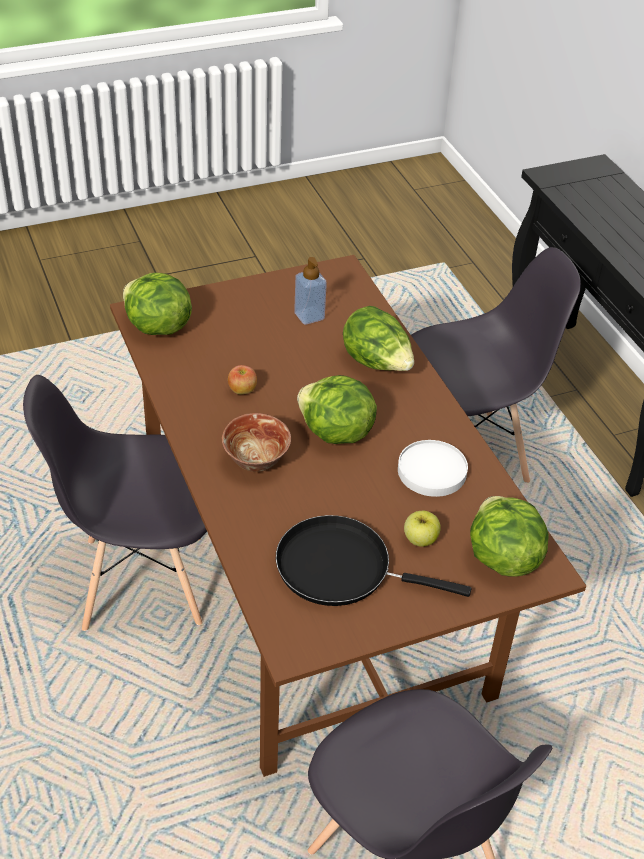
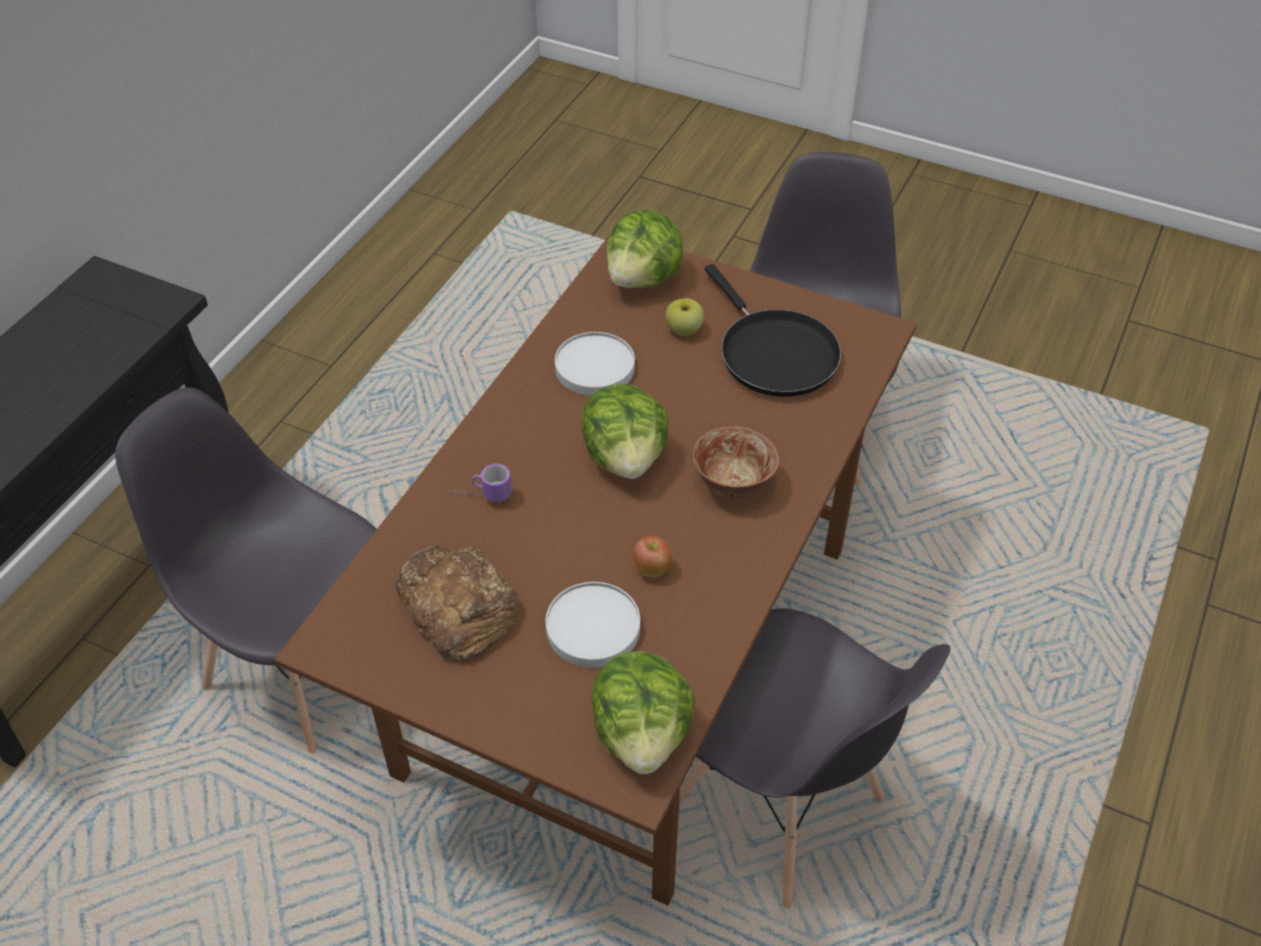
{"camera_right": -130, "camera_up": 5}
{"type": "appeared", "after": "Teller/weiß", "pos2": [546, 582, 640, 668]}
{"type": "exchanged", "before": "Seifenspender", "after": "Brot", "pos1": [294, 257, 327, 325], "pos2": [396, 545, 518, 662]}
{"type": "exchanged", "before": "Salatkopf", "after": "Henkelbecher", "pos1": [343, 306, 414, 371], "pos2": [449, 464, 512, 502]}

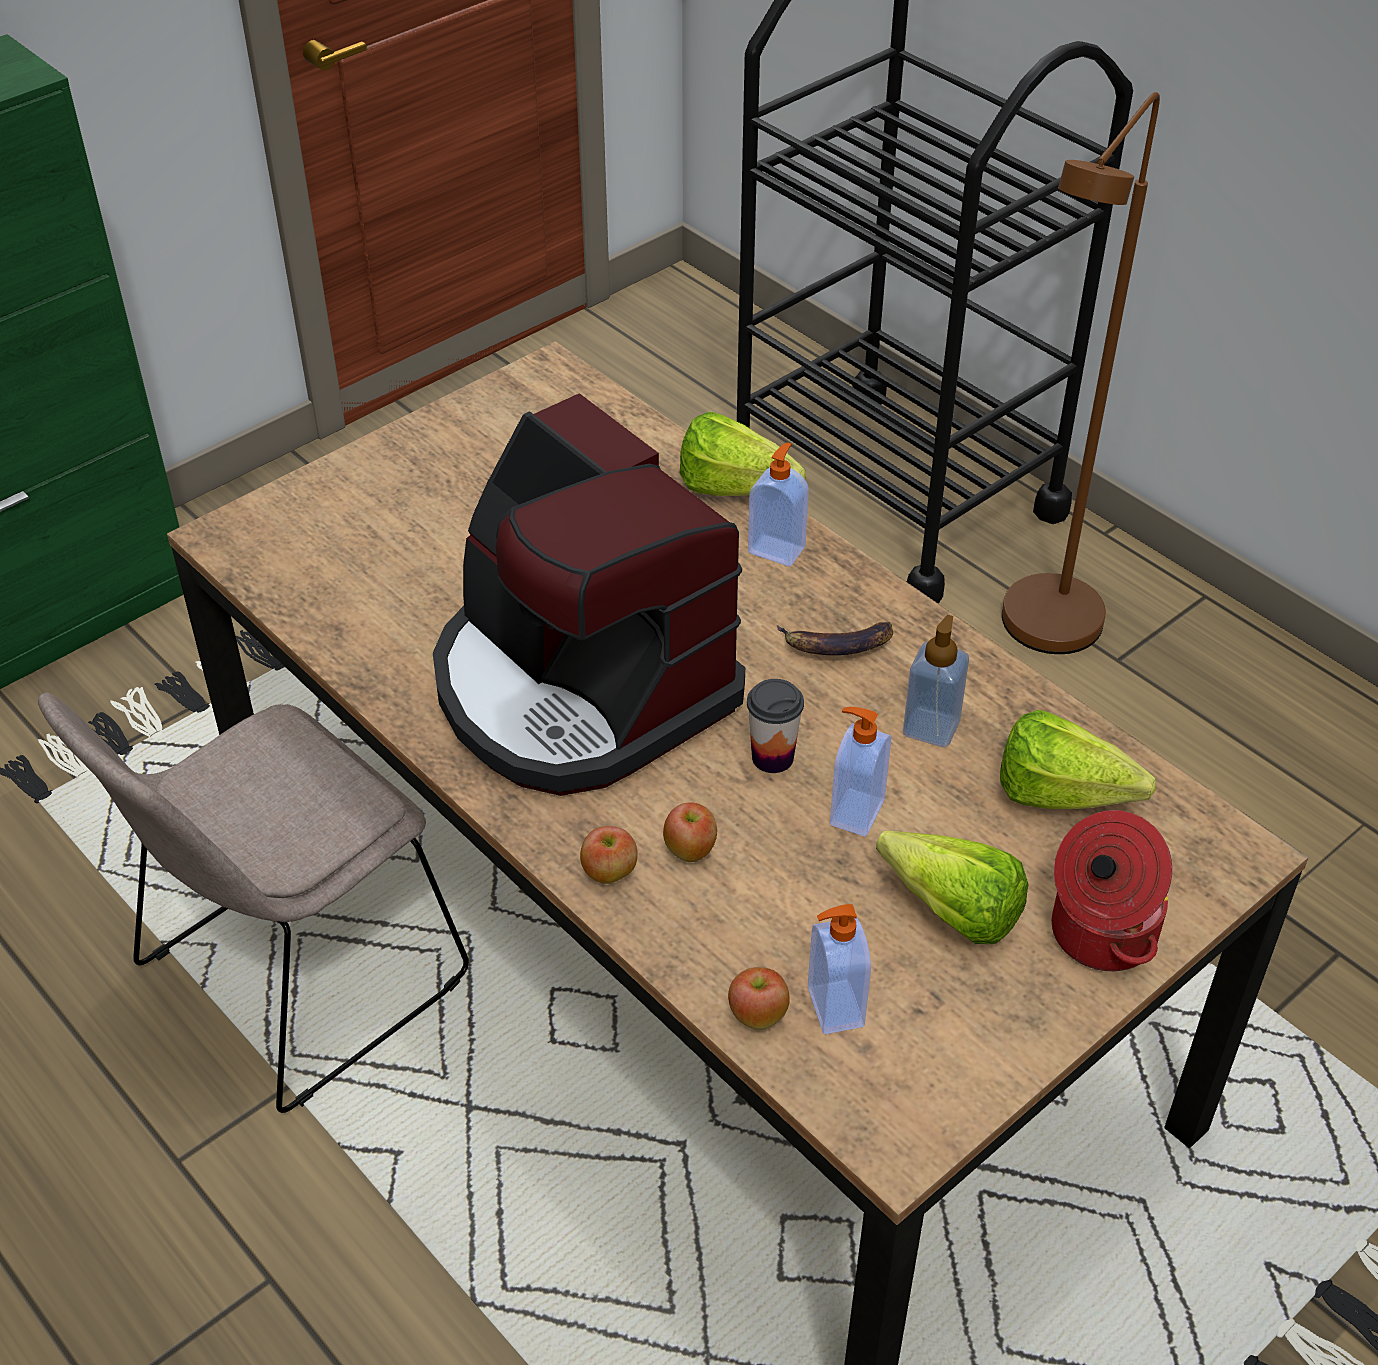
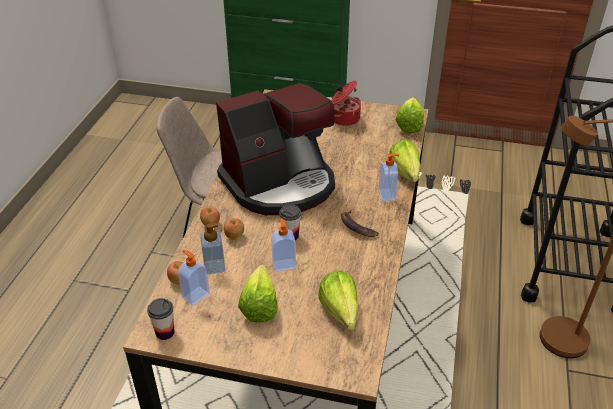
{"camera_right": 55, "camera_up": -5}
{"type": "appeared", "after": "Tasse", "pos2": [147, 298, 175, 340]}
{"type": "appeared", "after": "Salatkopf", "pos2": [396, 97, 424, 133]}
{"type": "relocated", "before": "Seifenspender", "pos1": [903, 615, 969, 747], "pos2": [200, 223, 225, 274]}
{"type": "relocated", "before": "Kochtopf", "pos1": [1052, 810, 1172, 971], "pos2": [331, 81, 361, 126]}
{"type": "spun", "before": "Kaffeemaschine", "pos1": [433, 393, 745, 796], "pos2": [216, 83, 335, 215], "turn": -135}

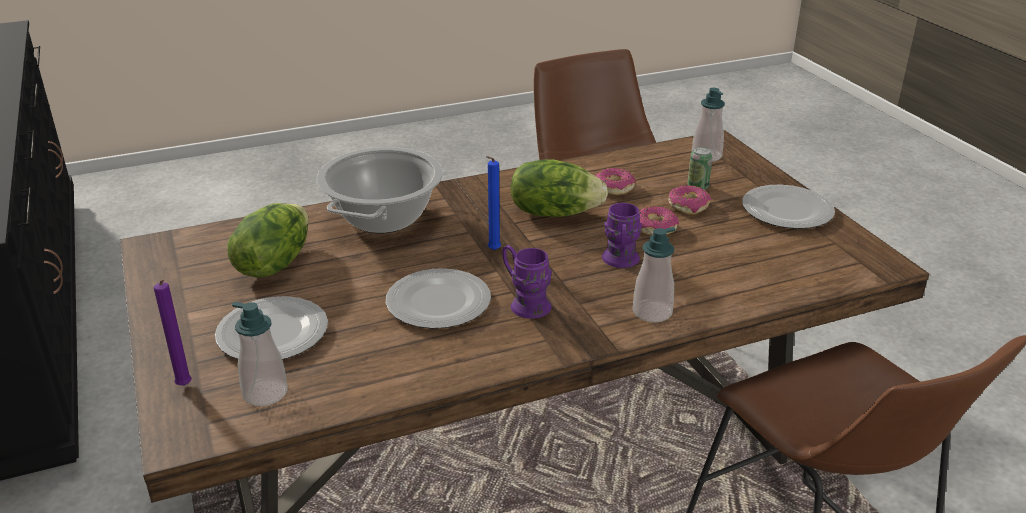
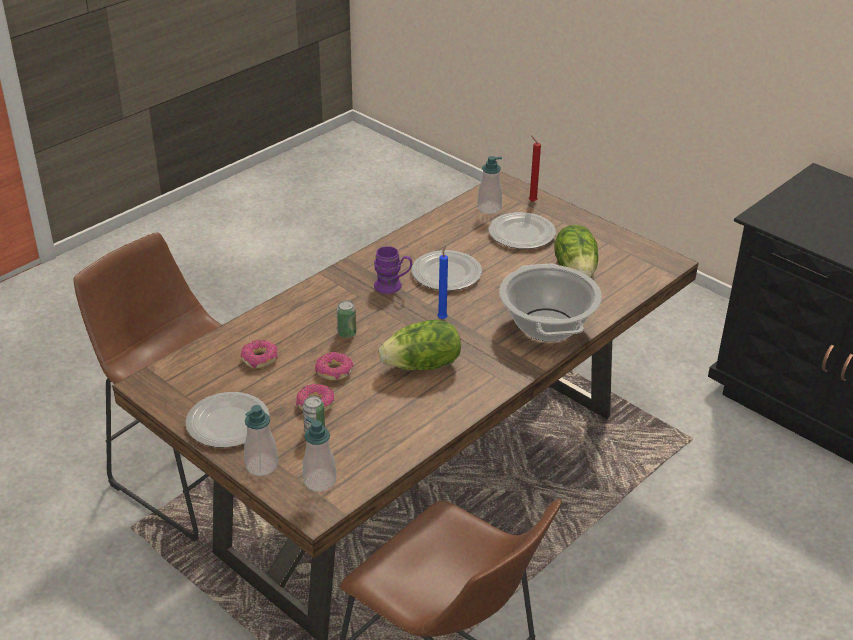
{"camera_right": 155, "camera_up": 5}
{"type": "relocated", "before": "Donut", "pos1": [596, 168, 636, 195], "pos2": [241, 340, 278, 369]}
{"type": "relocated", "before": "Seifenspender", "pos1": [633, 227, 676, 323], "pos2": [244, 405, 278, 476]}
{"type": "exchanged", "before": "Henkelbecher/lila", "after": "Dose", "pos1": [602, 203, 642, 268], "pos2": [337, 300, 356, 338]}
{"type": "colour", "before": "Kerze/lila", "after": "Kerze/rot", "pos1": [154, 280, 192, 386], "pos2": [529, 135, 541, 202]}

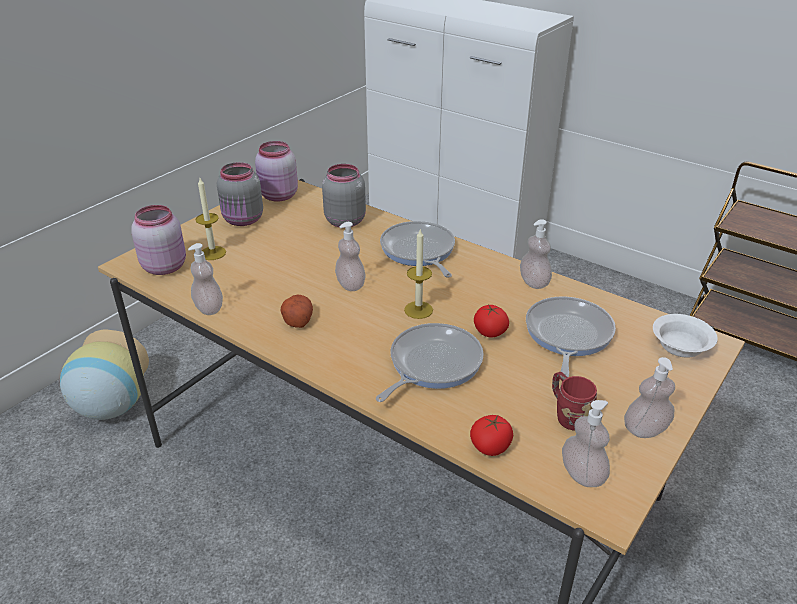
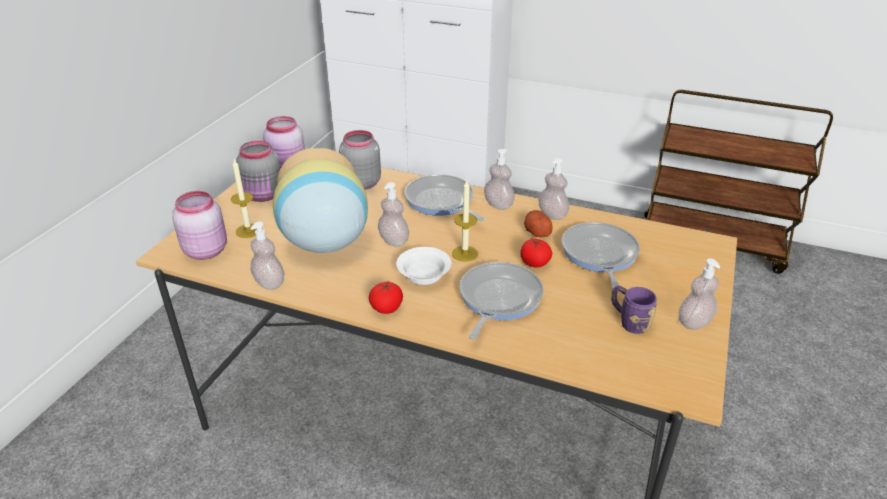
{"camera_right": -15, "camera_up": 0}
{"type": "relocated", "before": "Vase", "pos1": [60, 329, 149, 420], "pos2": [273, 148, 368, 253]}
{"type": "relocated", "before": "Kartoffel", "pos1": [281, 295, 313, 328], "pos2": [524, 210, 553, 238]}
{"type": "relocated", "before": "Tomate", "pos1": [470, 415, 513, 456], "pos2": [369, 281, 403, 314]}
{"type": "relocated", "before": "Seifenspender", "pos1": [562, 400, 610, 487], "pos2": [484, 149, 515, 210]}
{"type": "relocated", "before": "Schüssel/weiß", "pos1": [653, 314, 718, 358], "pos2": [396, 247, 451, 285]}
{"type": "colour", "before": "Henkelbecher/rot", "after": "Henkelbecher/lila", "pos1": [552, 372, 597, 430], "pos2": [611, 286, 657, 334]}

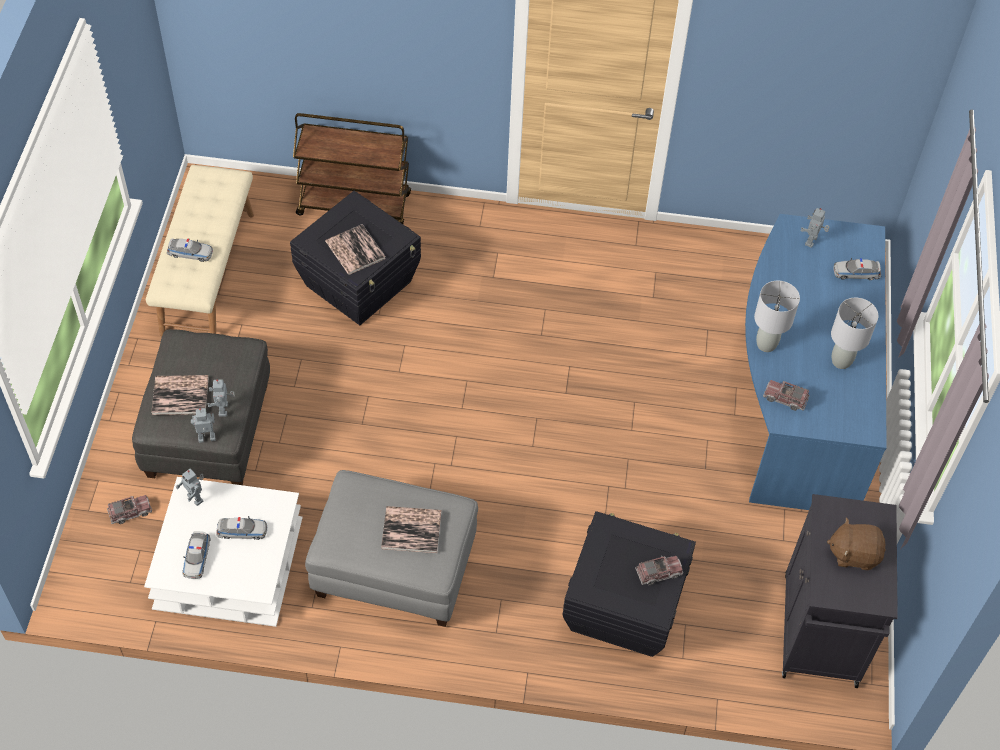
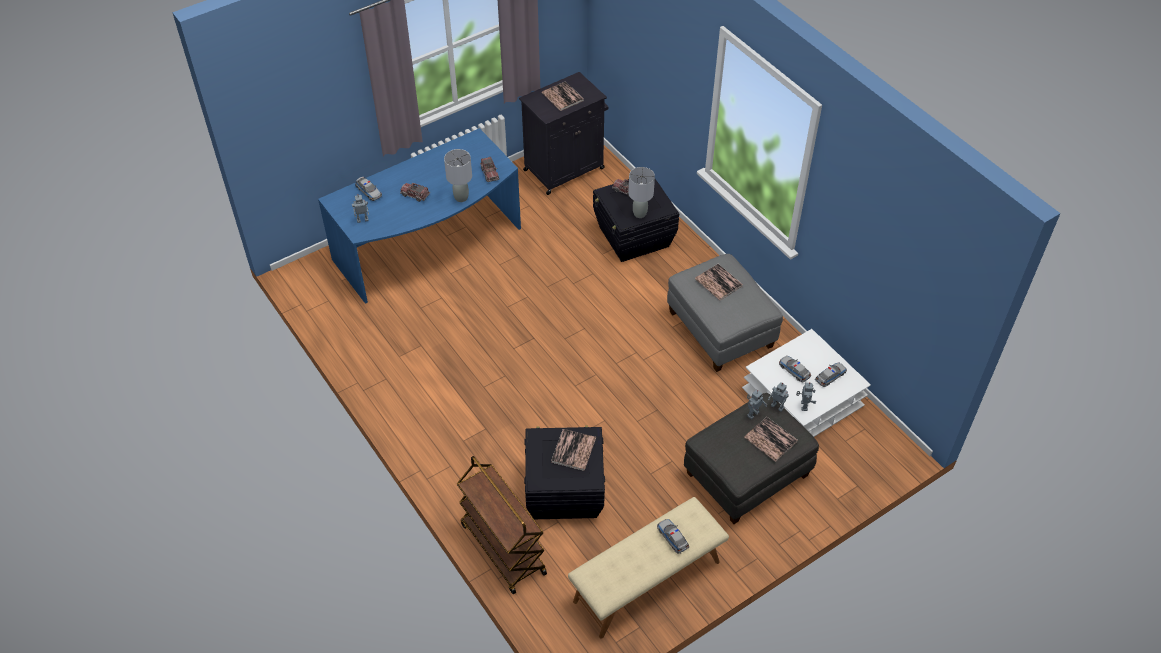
{"camera_right": -130, "camera_up": -5}
{"type": "relocated", "before": "Spielzeuglaster", "pos1": [107, 495, 152, 524], "pos2": [400, 182, 430, 202]}
{"type": "relocated", "before": "Tischlampe/grau", "pos1": [831, 298, 878, 369], "pos2": [628, 167, 655, 218]}
{"type": "exchanged", "before": "Plüschtier/braun", "after": "Buch", "pos1": [827, 517, 886, 570], "pos2": [542, 81, 584, 111]}

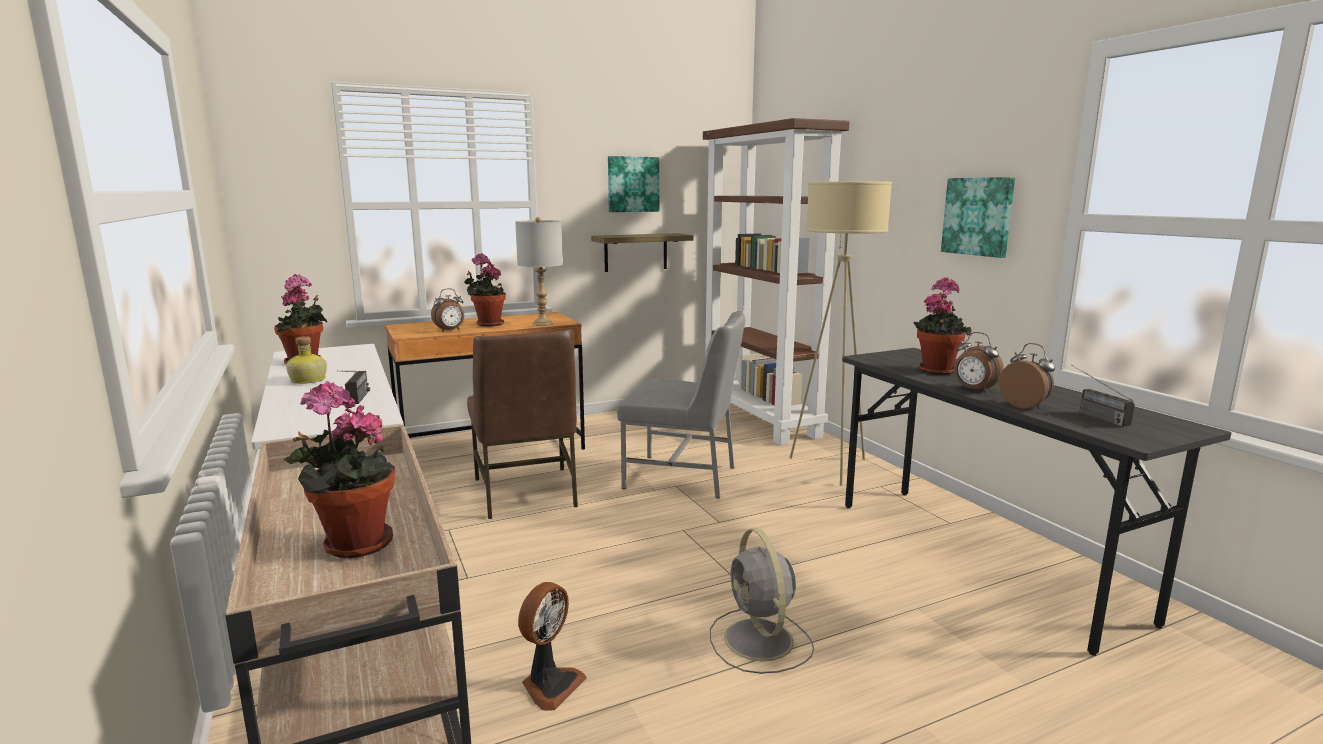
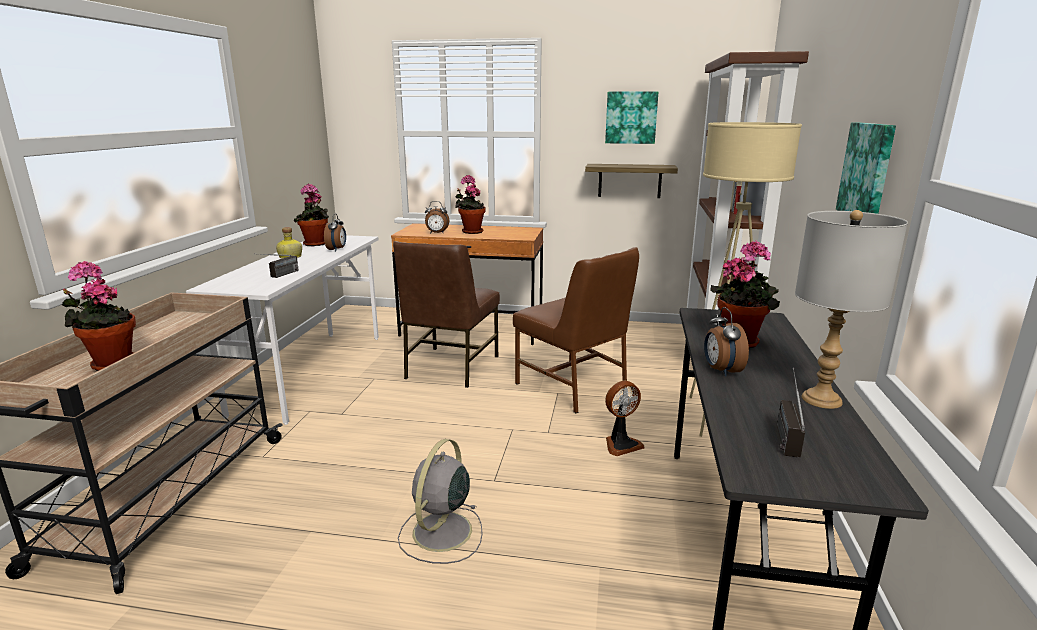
{"camera_right": 35, "camera_up": 5}
{"type": "relocated", "before": "Tischlampe/grau", "pos1": [515, 217, 563, 326], "pos2": [795, 210, 908, 409]}
{"type": "relocated", "before": "Ventilator", "pos1": [518, 582, 587, 711], "pos2": [605, 381, 644, 456]}
{"type": "relocated", "before": "Wecker", "pos1": [999, 343, 1055, 409], "pos2": [324, 214, 346, 251]}
{"type": "colour", "before": "Stuhl/grau", "after": "Stuhl/braun", "pos1": [617, 311, 745, 498], "pos2": [513, 247, 639, 413]}

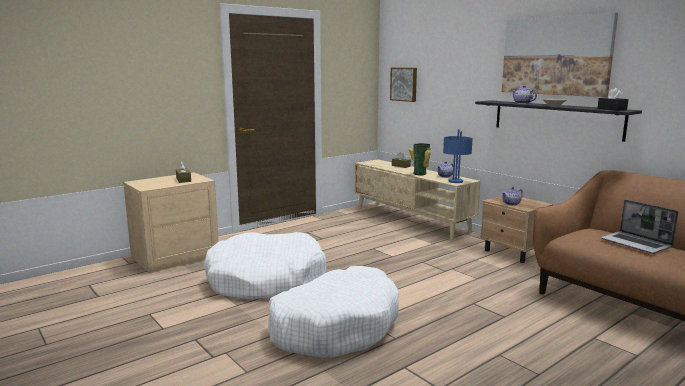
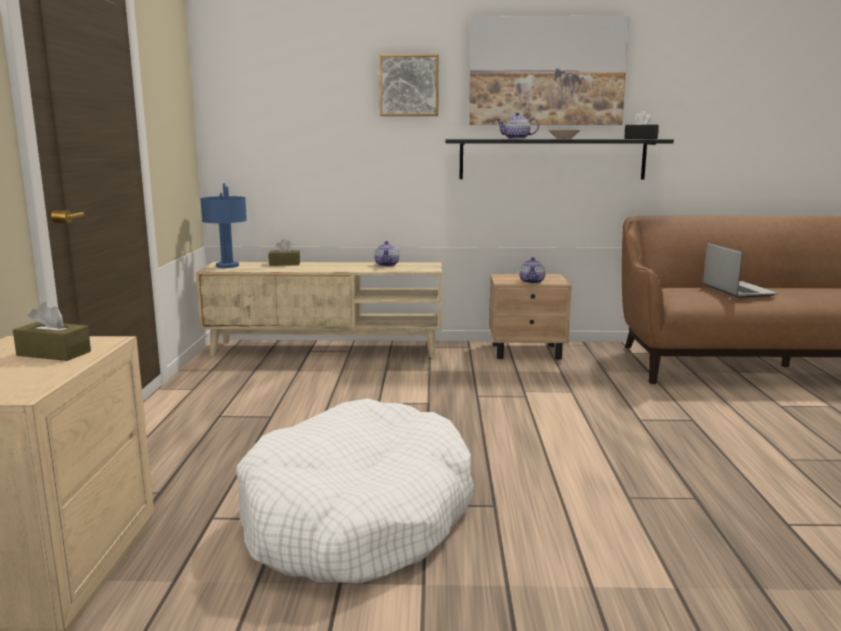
{"camera_right": -50, "camera_up": 0}
{"type": "missing", "before": "Hundebett/weiß", "pos1": [268, 266, 399, 358]}
{"type": "missing", "before": "Vase", "pos1": [409, 143, 431, 176]}
{"type": "relocated", "before": "Bild", "pos1": [390, 68, 417, 102], "pos2": [379, 54, 438, 116]}
{"type": "relocated", "before": "Tischlampe/blau", "pos1": [443, 129, 473, 183], "pos2": [200, 183, 247, 268]}
{"type": "spun", "before": "Laptop", "pos1": [601, 199, 679, 254], "pos2": [703, 243, 778, 298], "turn": -105}

